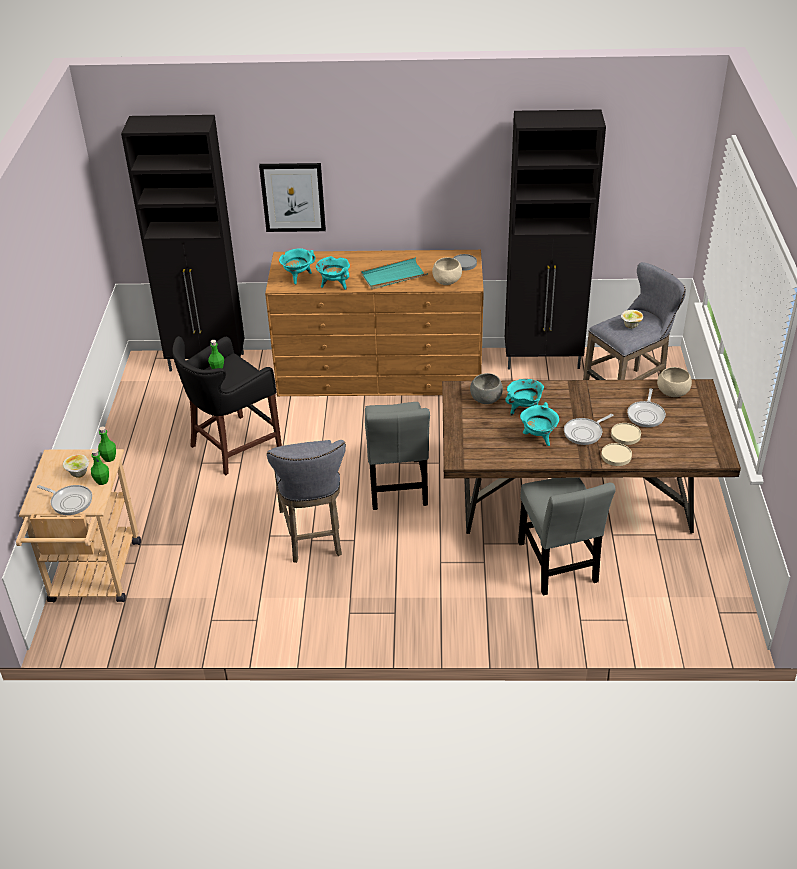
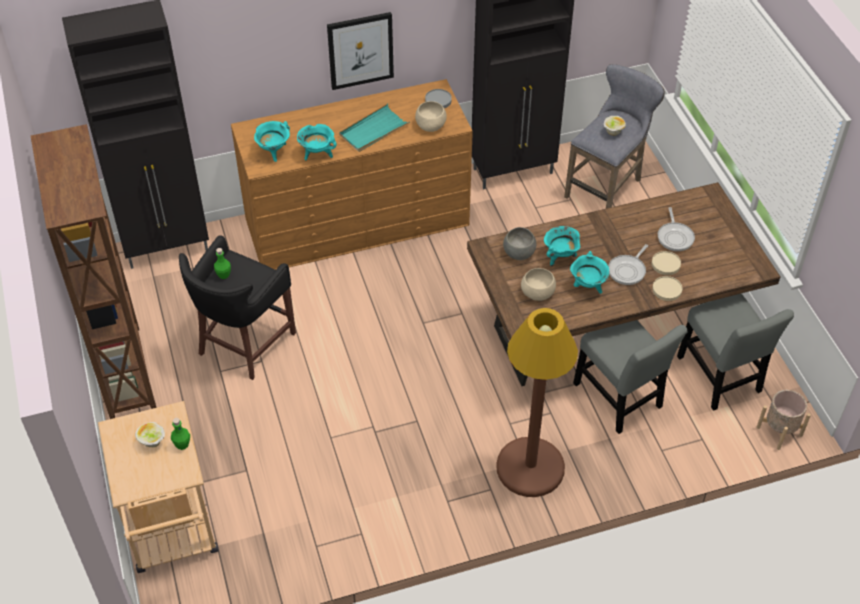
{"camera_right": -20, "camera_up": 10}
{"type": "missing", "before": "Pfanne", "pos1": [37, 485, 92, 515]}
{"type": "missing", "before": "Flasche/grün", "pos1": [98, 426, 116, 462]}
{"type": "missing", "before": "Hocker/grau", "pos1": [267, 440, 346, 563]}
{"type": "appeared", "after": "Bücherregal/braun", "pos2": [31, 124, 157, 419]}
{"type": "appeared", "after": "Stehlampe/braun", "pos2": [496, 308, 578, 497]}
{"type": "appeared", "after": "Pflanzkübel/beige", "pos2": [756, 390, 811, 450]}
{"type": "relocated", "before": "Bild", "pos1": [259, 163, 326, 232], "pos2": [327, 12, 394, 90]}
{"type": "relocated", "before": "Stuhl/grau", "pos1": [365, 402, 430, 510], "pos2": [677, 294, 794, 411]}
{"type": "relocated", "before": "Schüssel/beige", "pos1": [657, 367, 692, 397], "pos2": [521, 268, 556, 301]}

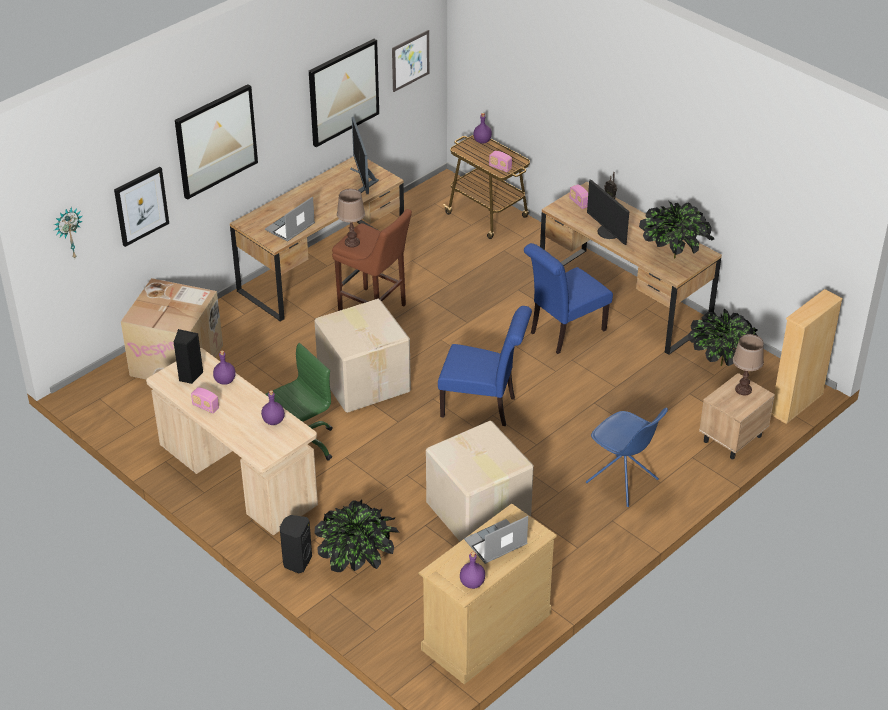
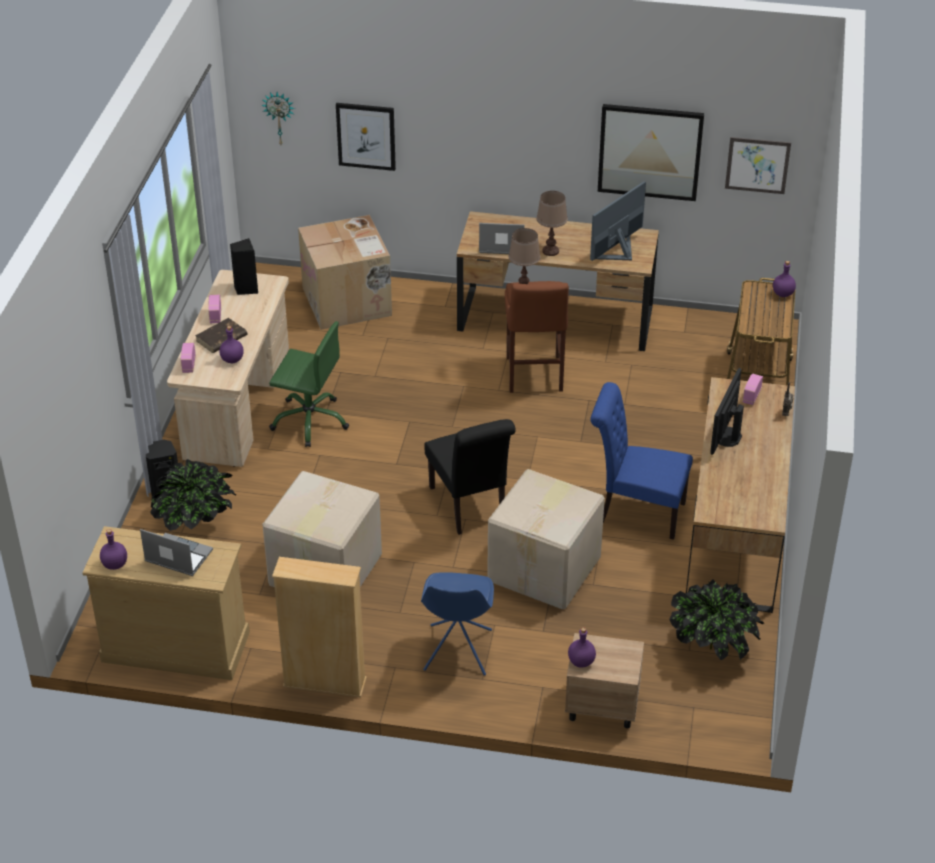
{"camera_right": 55, "camera_up": 0}
{"type": "missing", "before": "Bild", "pos1": [175, 84, 258, 200]}
{"type": "missing", "before": "Topfpflanze", "pos1": [639, 201, 714, 259]}
{"type": "appeared", "after": "Buch/braun", "pos2": [195, 318, 247, 353]}
{"type": "relocated", "before": "Flasche/lila", "pos1": [213, 350, 236, 385], "pos2": [568, 628, 596, 668]}
{"type": "relocated", "before": "Karton", "pos1": [314, 299, 411, 413], "pos2": [487, 469, 605, 609]}
{"type": "relocated", "before": "Radio", "pos1": [489, 151, 512, 172], "pos2": [181, 343, 196, 373]}
{"type": "relocated", "before": "Tischlampe/braun", "pos1": [733, 334, 764, 395], "pos2": [536, 191, 568, 256]}
{"type": "relocated", "before": "Bücherregal/beige", "pos1": [771, 289, 843, 424], "pos2": [272, 557, 367, 698]}
{"type": "colour", "before": "Stuhl/blau", "after": "Stuhl/schwarz", "pos1": [438, 306, 532, 426], "pos2": [424, 419, 516, 535]}

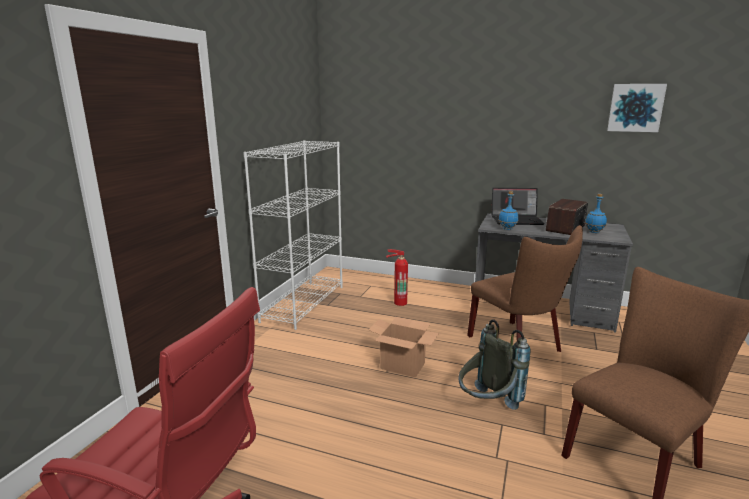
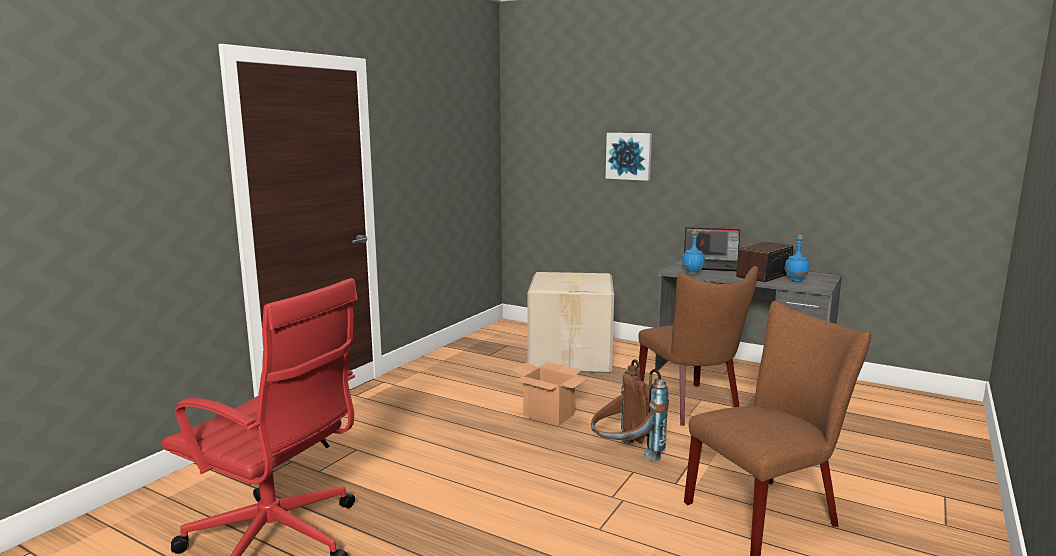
{"camera_right": 10, "camera_up": -5}
{"type": "missing", "before": "Bücherregal/weiß", "pos1": [243, 140, 343, 330]}
{"type": "relocated", "before": "Bild", "pos1": [607, 84, 667, 132], "pos2": [606, 133, 652, 181]}
{"type": "exchanged", "before": "Feuerlöscher", "after": "Karton", "pos1": [386, 249, 408, 306], "pos2": [528, 272, 614, 373]}
{"type": "colour", "before": "Rucksack/grau", "after": "Rucksack/braun", "pos1": [458, 320, 531, 410], "pos2": [591, 359, 669, 461]}

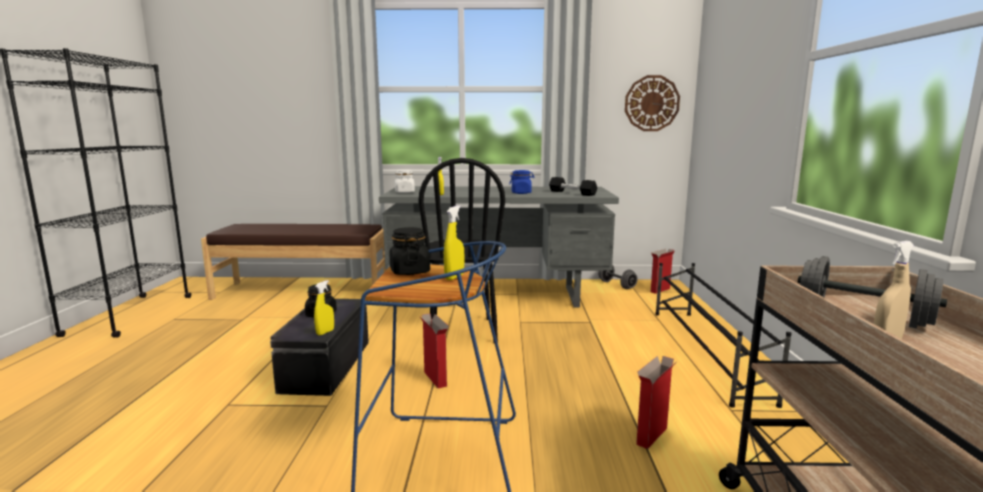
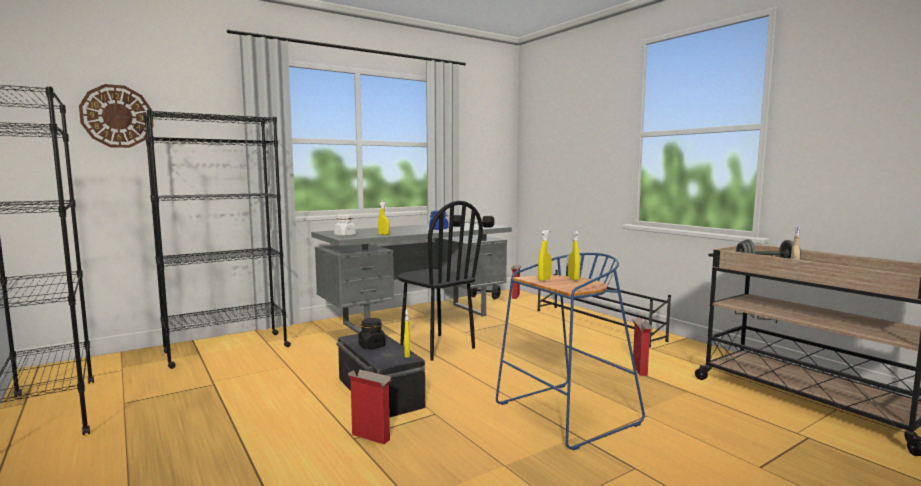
{"camera_right": -35, "camera_up": -5}
{"type": "relocated", "before": "Karton", "pos1": [420, 313, 449, 388], "pos2": [348, 369, 393, 444]}
{"type": "relocated", "before": "Wanduhr", "pos1": [625, 75, 680, 131], "pos2": [79, 84, 154, 148]}
{"type": "exchanged", "before": "Bank/braun", "after": "Bücherregal/schwarz", "pos1": [201, 224, 387, 300], "pos2": [144, 110, 291, 369]}
{"type": "exchanged", "before": "Vorratsglas/schwarz", "after": "Sprühflasche/gelb", "pos1": [389, 227, 430, 275], "pos2": [538, 230, 552, 281]}

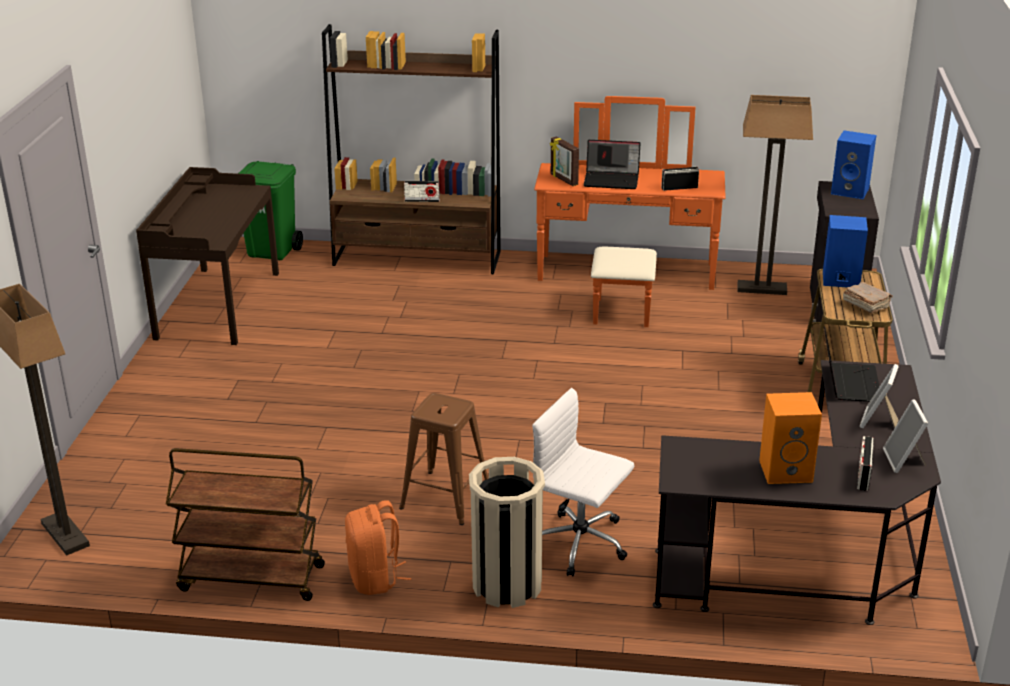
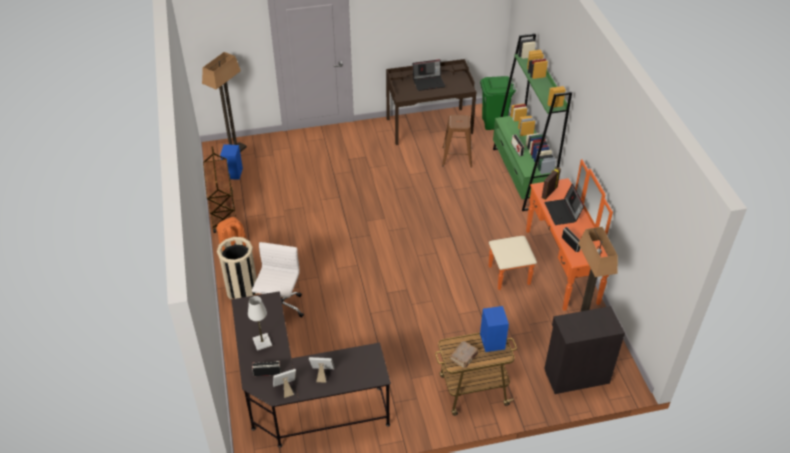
{"camera_right": 70, "camera_up": 15}
{"type": "relocated", "before": "Hocker/braun", "pos1": [399, 393, 488, 525], "pos2": [442, 115, 472, 167]}
{"type": "relocated", "before": "Laptop", "pos1": [824, 327, 883, 402], "pos2": [413, 59, 445, 91]}
{"type": "relocated", "before": "Lautsprecher/blau", "pos1": [831, 130, 876, 199], "pos2": [220, 144, 243, 180]}
{"type": "exchanged", "before": "Lautsprecher/orange", "after": "Tischlampe/weiß", "pos1": [759, 392, 822, 484], "pos2": [248, 296, 272, 351]}
{"type": "colour", "before": "Bücherregal/braun", "after": "Bücherregal/grün", "pos1": [322, 24, 501, 274], "pos2": [493, 33, 572, 211]}

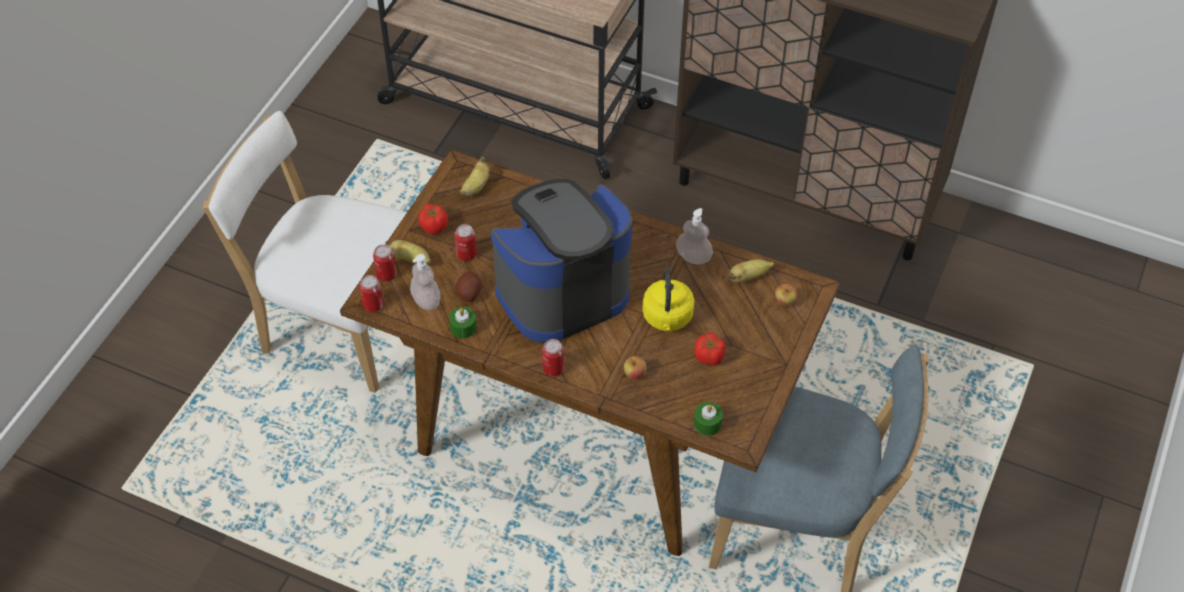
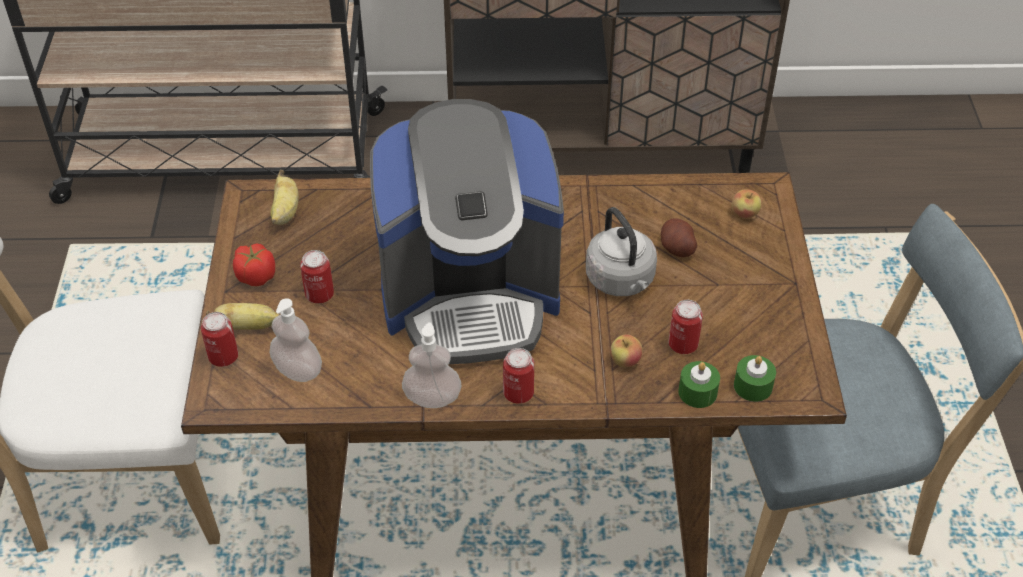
{"camera_right": -25, "camera_up": -5}
{"type": "missing", "before": "Tomate", "pos1": [695, 333, 726, 366]}
{"type": "missing", "before": "Banane", "pos1": [729, 259, 774, 283]}
{"type": "relocated", "before": "Dose", "pos1": [359, 275, 384, 312], "pos2": [669, 300, 703, 354]}
{"type": "relocated", "before": "Kerze/grün", "pos1": [449, 307, 477, 339], "pos2": [678, 361, 720, 408]}
{"type": "relocated", "before": "Kartoffel", "pos1": [455, 271, 482, 302], "pos2": [661, 218, 697, 257]}
{"type": "relocated", "before": "Seifenspender", "pos1": [676, 208, 713, 265], "pos2": [402, 322, 462, 408]}
{"type": "colour", "before": "Wasserkessel/gelb", "after": "Wasserkessel/grau", "pos1": [642, 266, 695, 331], "pos2": [586, 207, 657, 296]}
{"type": "spun", "before": "Kaffeemaschine", "pos1": [491, 179, 632, 343], "pos2": [370, 99, 564, 364], "turn": -135}

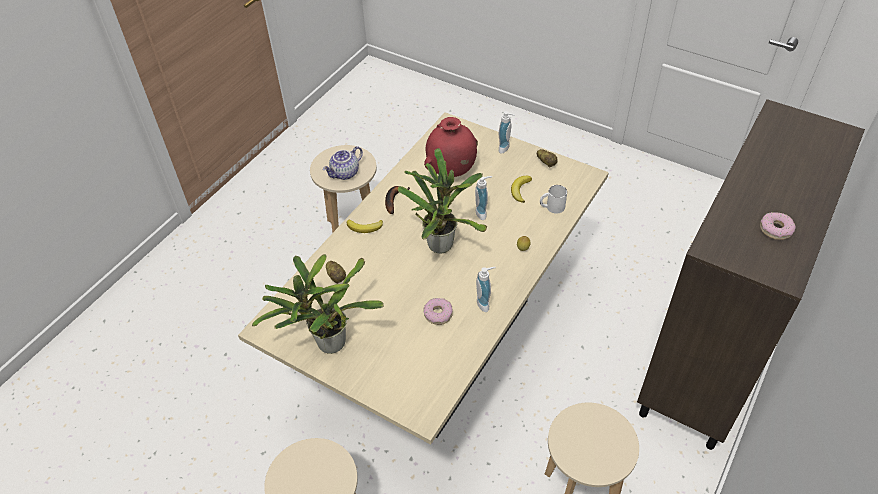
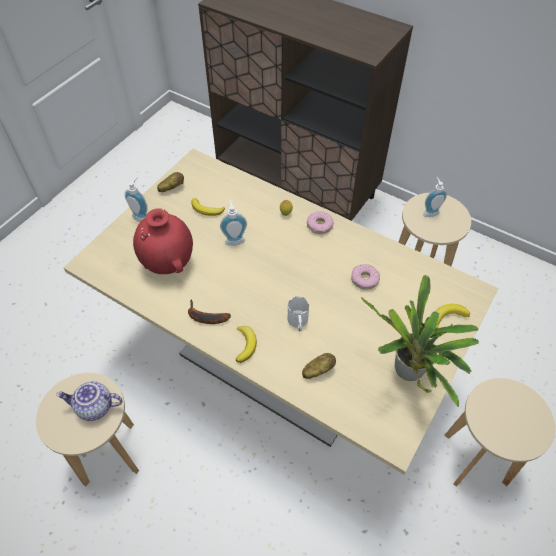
{"camera_right": -90, "camera_up": 5}
{"type": "missing", "before": "Topfpflanze", "pos1": [398, 148, 487, 254]}
{"type": "appeared", "after": "Banane", "pos2": [435, 304, 470, 329]}
{"type": "relocated", "before": "Seifenspender", "pos1": [476, 267, 496, 312], "pos2": [423, 177, 447, 217]}
{"type": "relocated", "before": "Henkelbecher/weiß", "pos1": [540, 185, 567, 214], "pos2": [288, 297, 309, 331]}
{"type": "relocated", "before": "Donut", "pos1": [760, 212, 796, 240], "pos2": [307, 211, 334, 234]}
{"type": "spun", "before": "Teekanne", "pos1": [323, 146, 363, 180], "pos2": [56, 381, 122, 421], "turn": 135}

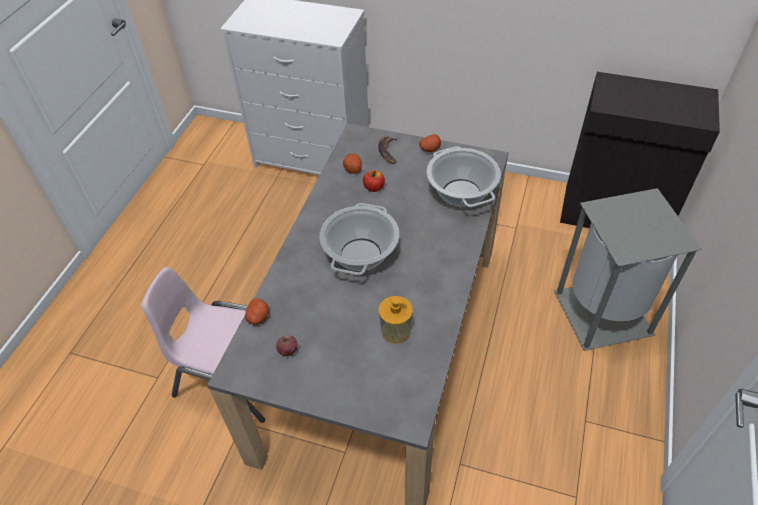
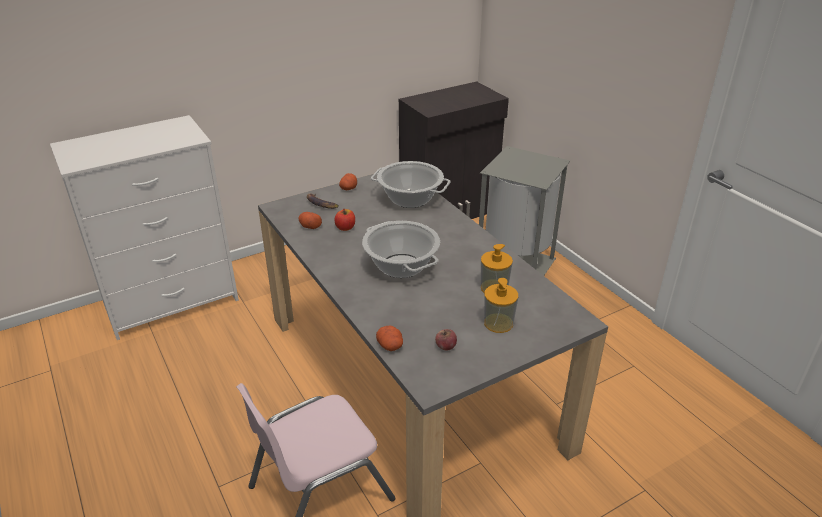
{"camera_right": -50, "camera_up": -15}
{"type": "appeared", "after": "Seifenspender", "pos2": [484, 278, 518, 333]}

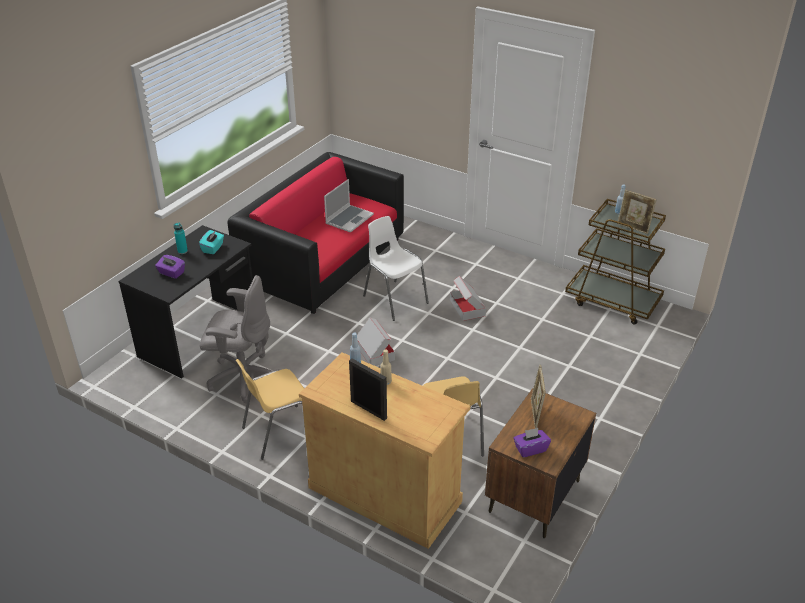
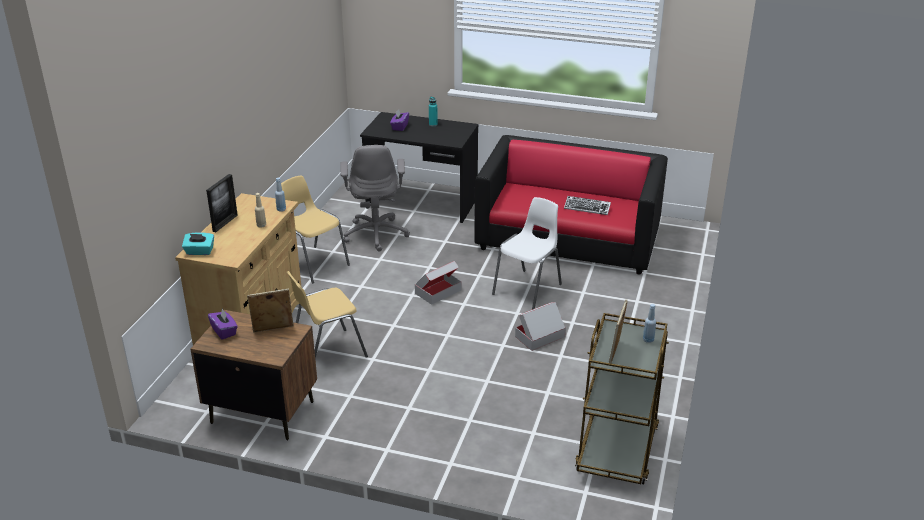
{"camera_right": 75, "camera_up": -5}
{"type": "relocated", "before": "Taschentuchbox/türkis", "pos1": [199, 230, 224, 254], "pos2": [182, 232, 214, 255]}
{"type": "exchanged", "before": "Laptop", "after": "Tastatur", "pos1": [324, 179, 374, 233], "pos2": [564, 196, 611, 215]}

